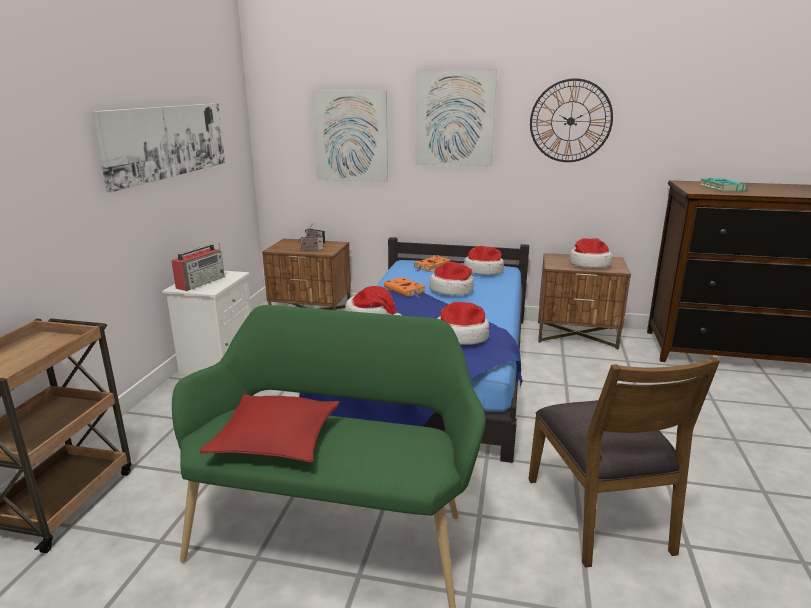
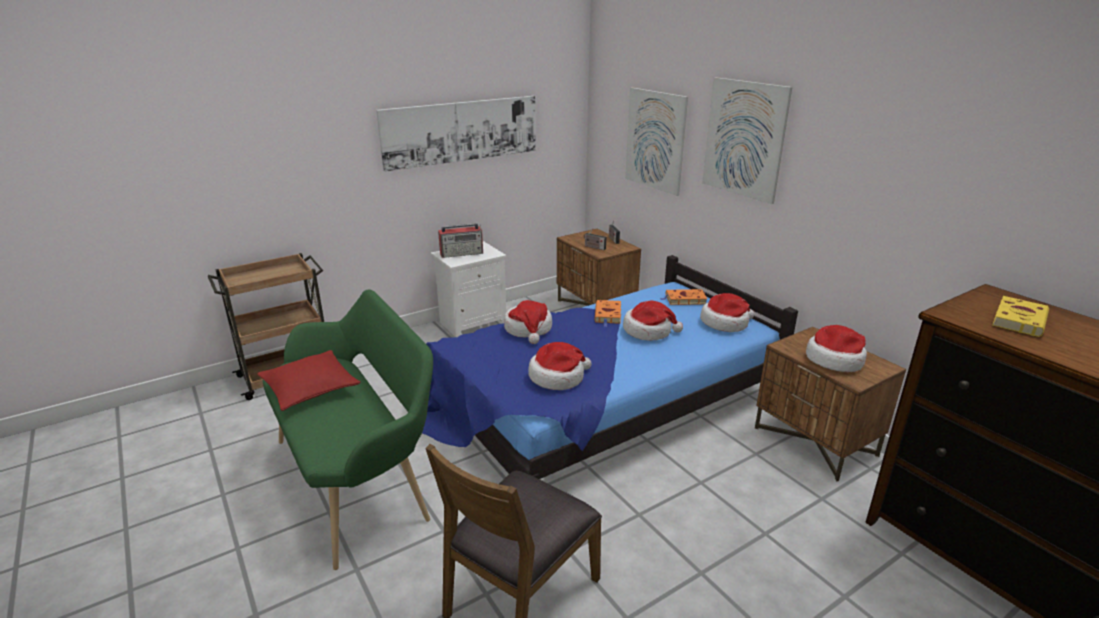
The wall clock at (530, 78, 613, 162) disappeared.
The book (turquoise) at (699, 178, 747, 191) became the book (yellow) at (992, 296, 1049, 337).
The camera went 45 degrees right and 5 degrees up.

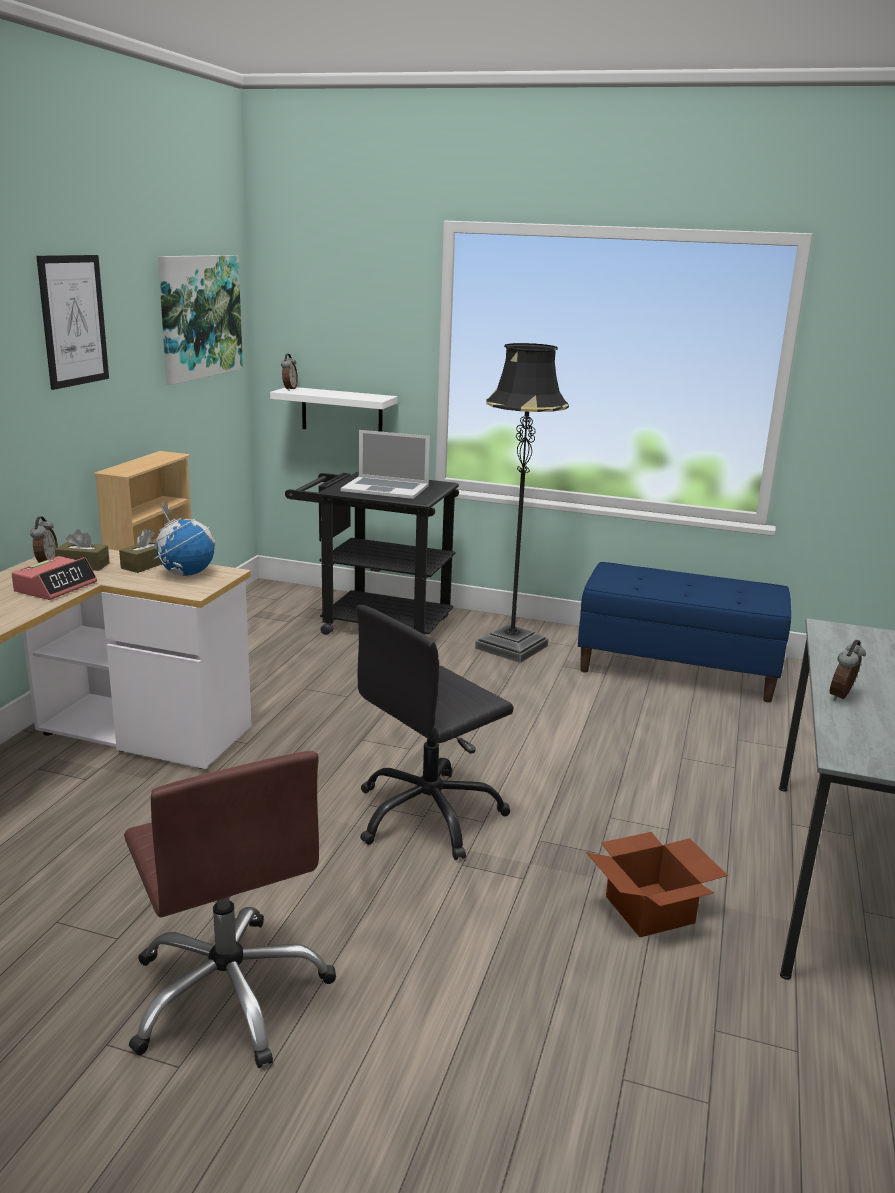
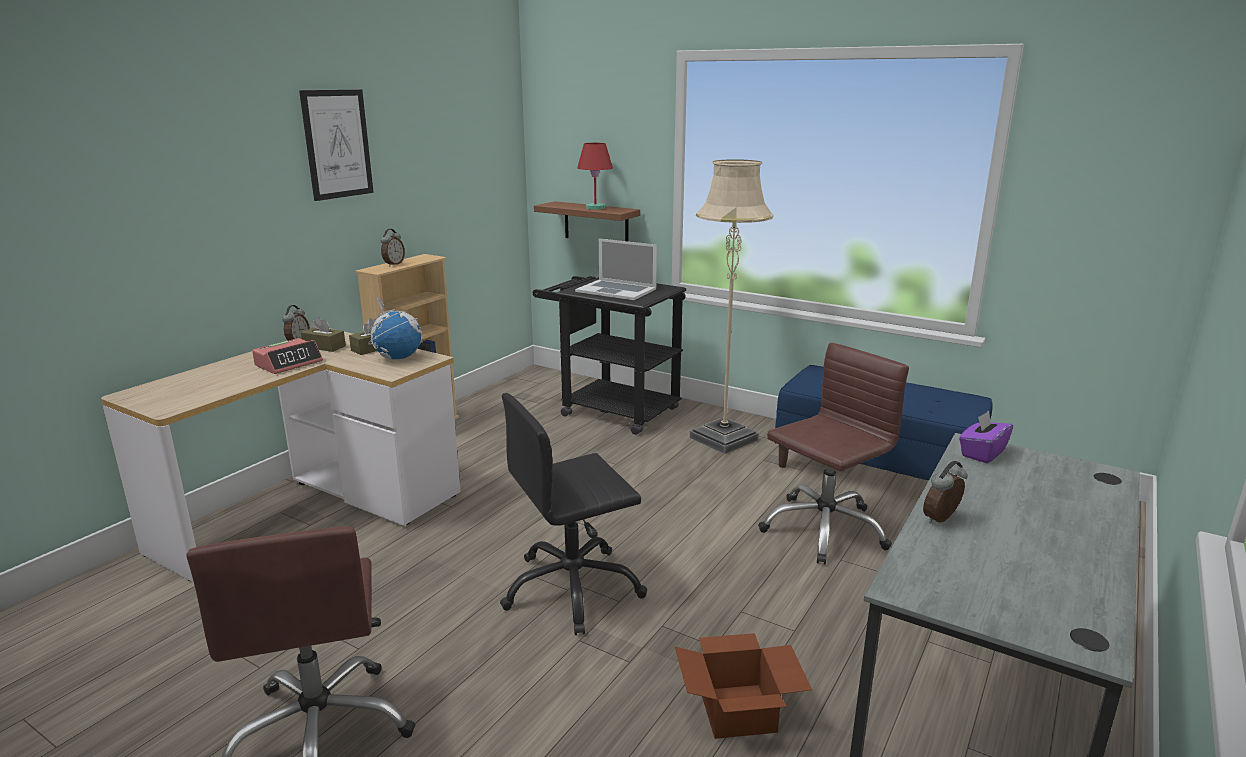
The picture at (158, 255, 243, 385) disappeared.
The floor lamp (black) at (475, 343, 569, 663) became the floor lamp (beige) at (690, 159, 774, 454).
The alarm clock moved from (281, 354, 298, 391) to (381, 229, 405, 266).
The shelf (white) at (270, 387, 397, 432) became the shelf (brown) at (534, 201, 640, 241).
The table lamp (red) at (577, 143, 613, 210) appeared.
The office chair (brown) at (758, 342, 909, 565) appeared.
The tissue box (purple) at (959, 411, 1013, 463) appeared.
The camera went 15 degrees right and 0 degrees up.

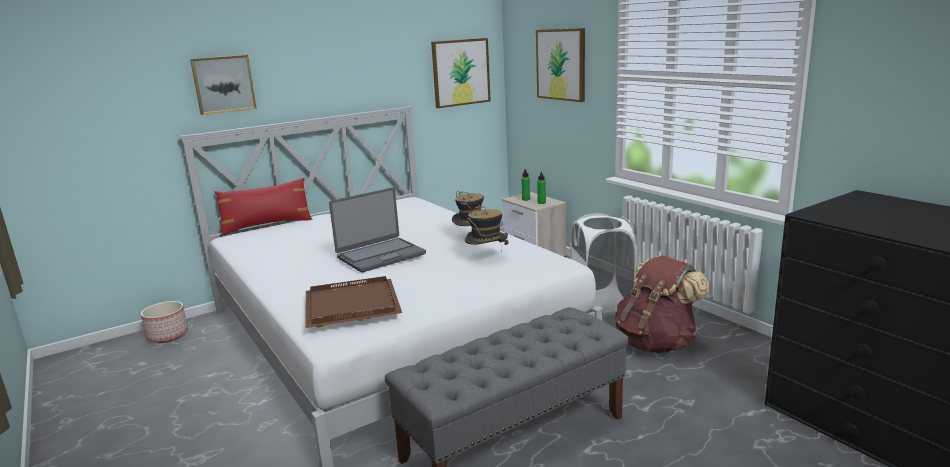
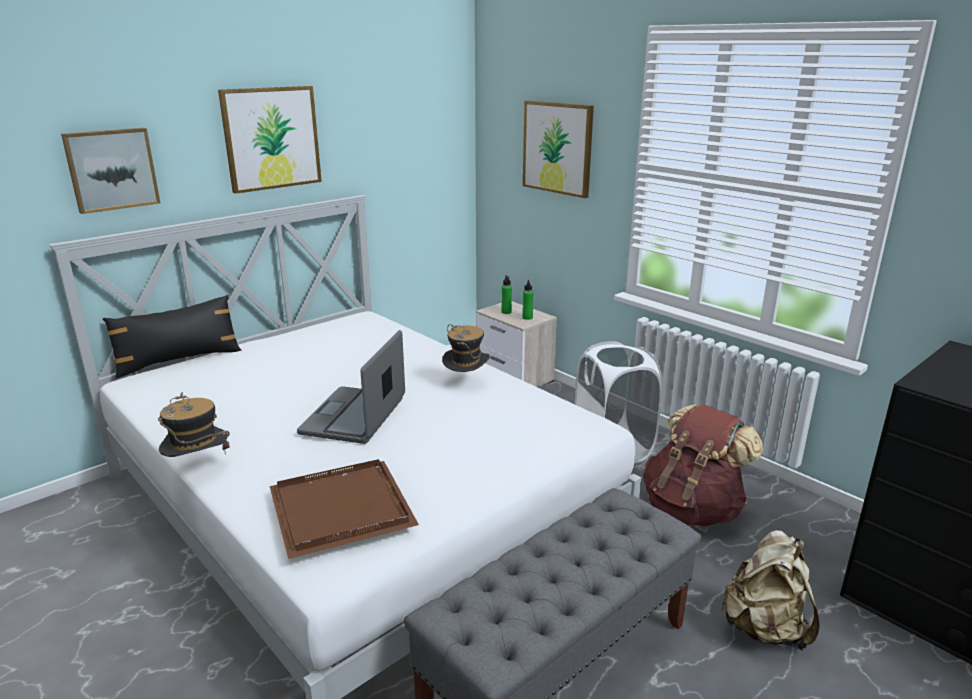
The picture moved from (431, 38, 491, 108) to (218, 86, 322, 194).
The pillow (red) at (214, 178, 313, 235) became the pillow (black) at (103, 295, 242, 379).
The laptop at (329, 187, 426, 272) turned 150 degrees clockwise.
The hat moved from (465, 205, 509, 253) to (158, 392, 230, 457).
The planter at (141, 301, 188, 343) disappeared.
The backpack (beige) at (721, 530, 820, 651) appeared.
The camera went 10 degrees left and 5 degrees up.

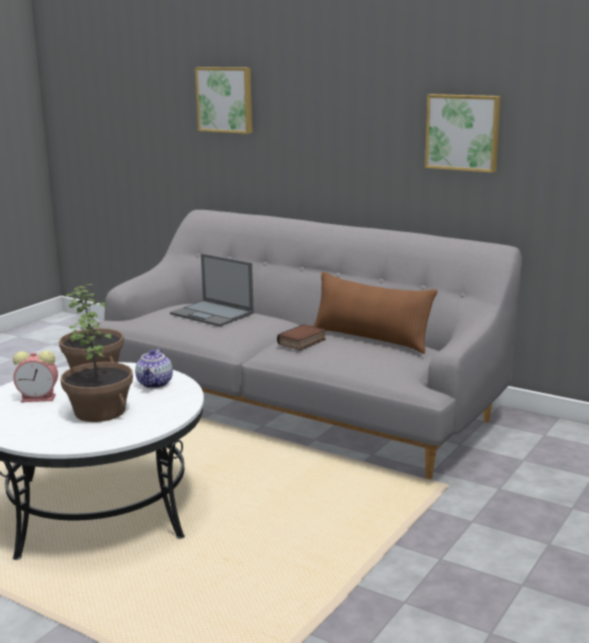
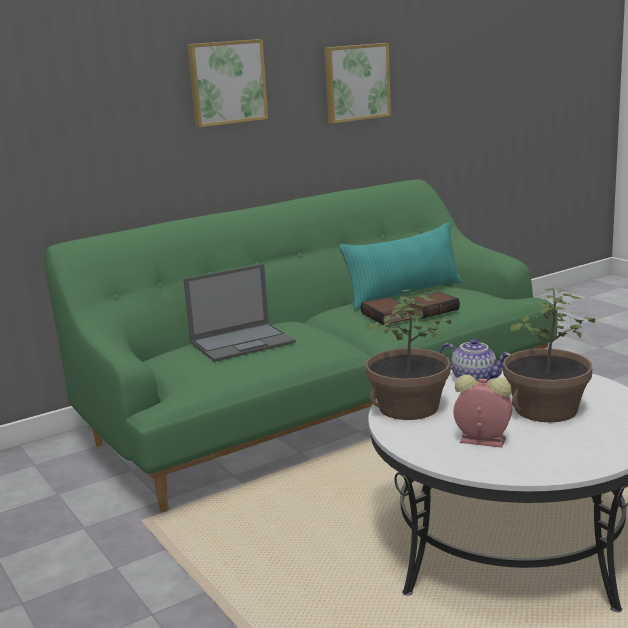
The picture moved from (195, 67, 252, 134) to (187, 39, 268, 127).
The sofa (grey) at (90, 210, 522, 479) became the sofa (green) at (45, 179, 558, 512).
The pillow (brown) at (313, 272, 437, 354) became the pillow (turquoise) at (339, 222, 463, 310).
The alarm clock at (13, 351, 58, 402) turned 90 degrees counterclockwise.
The book at (404, 292, 460, 319) appeared.
The camera went 65 degrees left and 0 degrees up.

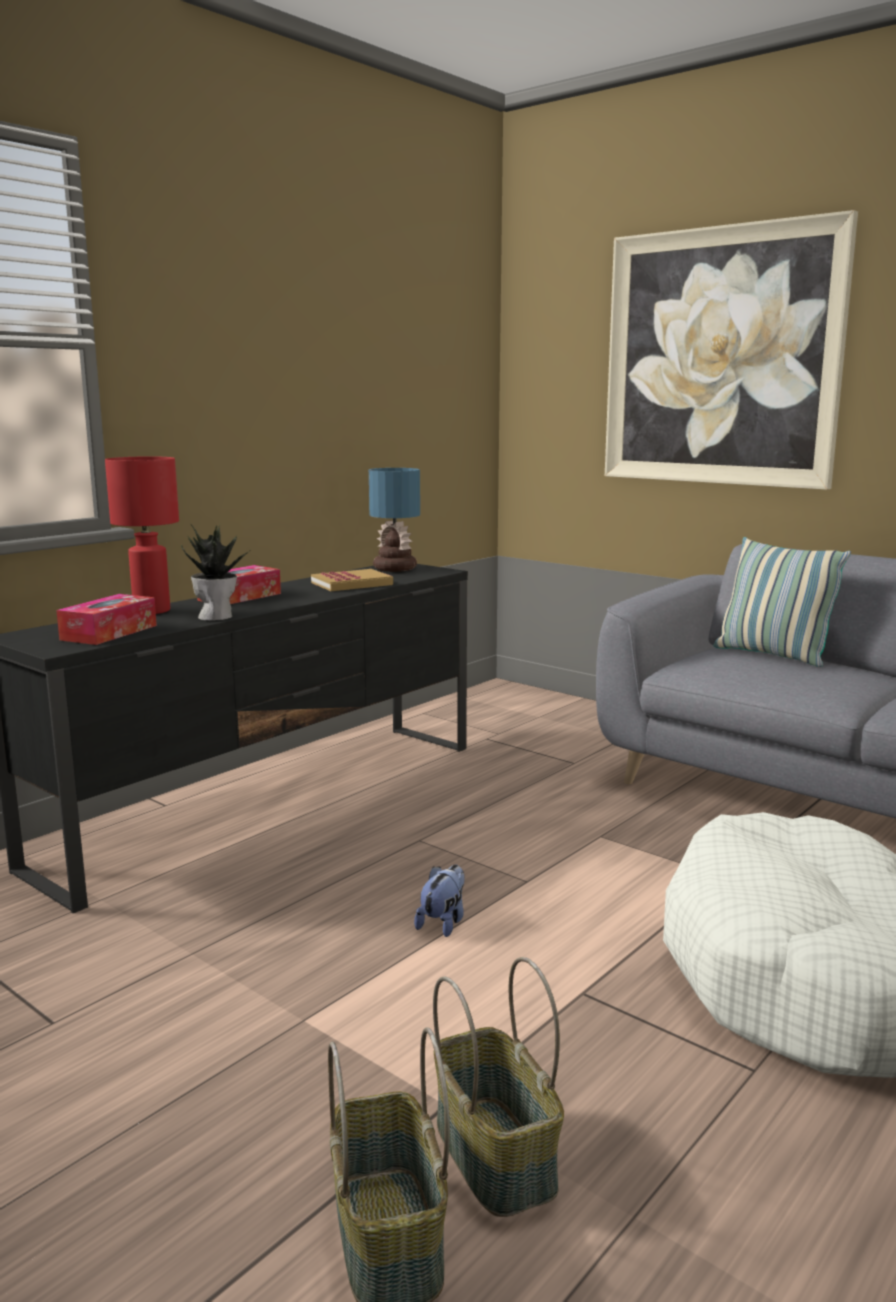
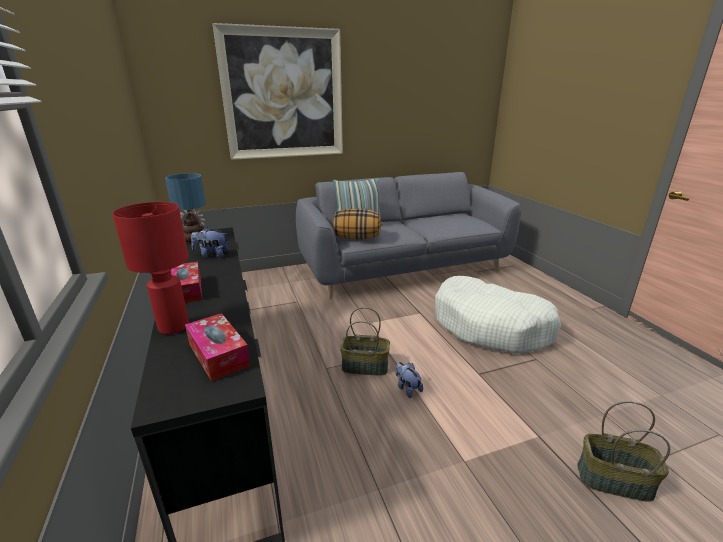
The potted plant at (181, 524, 251, 621) disappeared.
The book at (311, 569, 393, 591) was replaced by the plush toy at (191, 227, 228, 258).
The basket moved from (433, 957, 564, 1217) to (340, 307, 390, 375).
The pillow at (332, 209, 381, 239) appeared.
The camera went 60 degrees left and 10 degrees up.

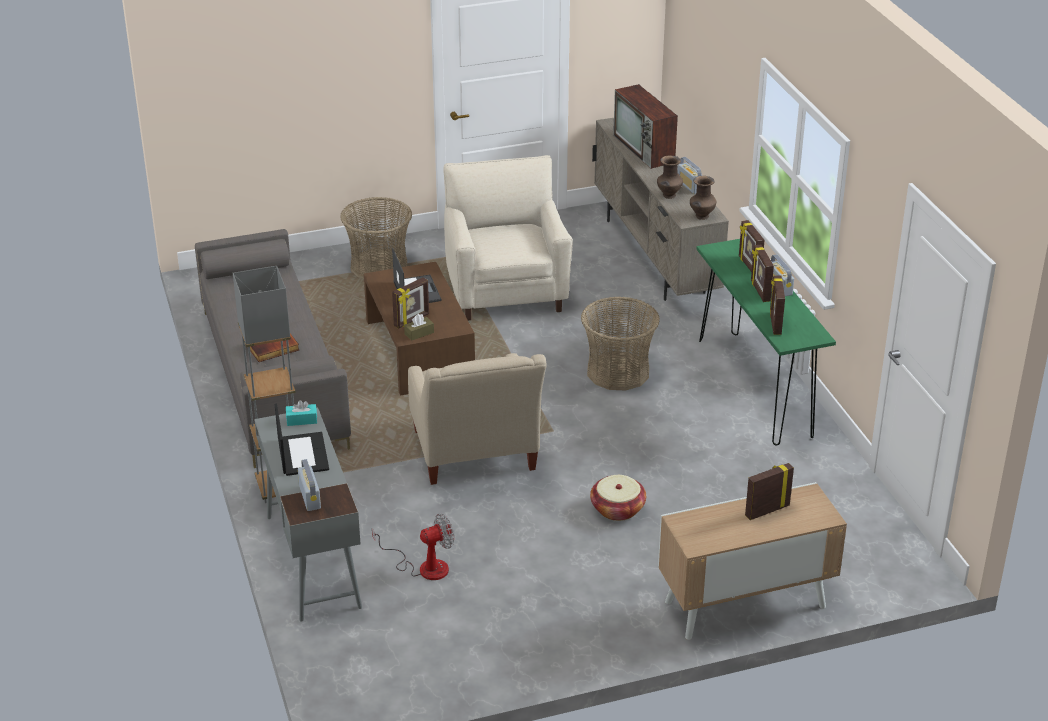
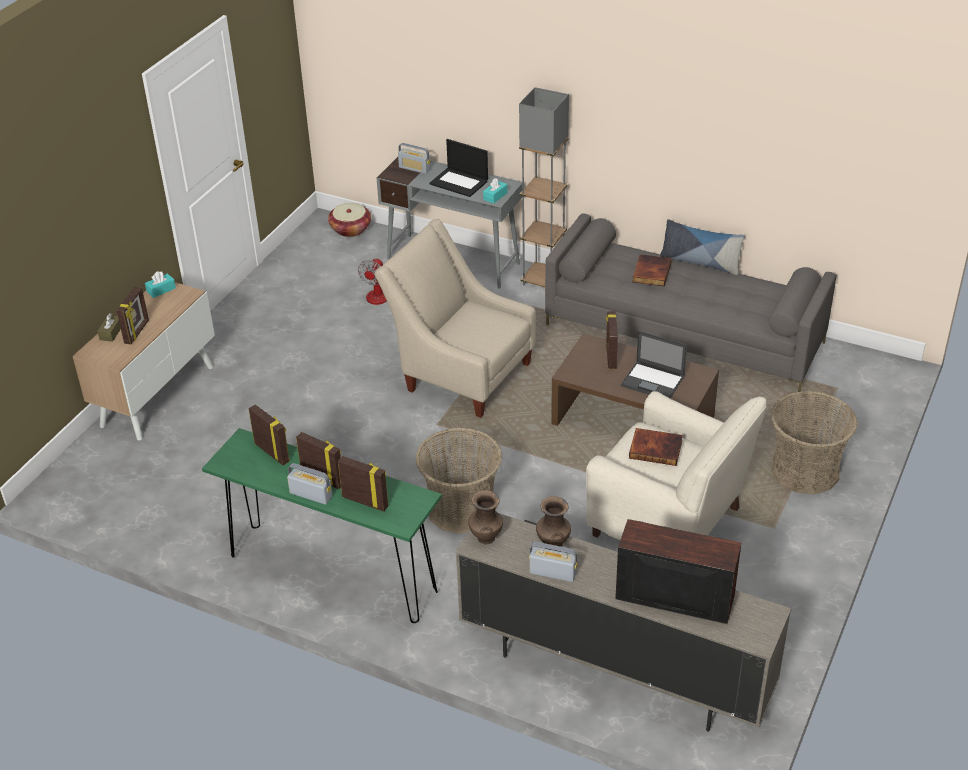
The tissue box (brown) moved from (404, 314, 434, 341) to (97, 313, 121, 342).
The basket moved from (590, 475, 646, 521) to (328, 203, 371, 237).
The pillow at (660, 219, 745, 275) appeared.
The tissue box (turquoise) at (145, 271, 176, 298) appeared.
The book at (629, 428, 683, 466) appeared.
The camera went 135 degrees right and 5 degrees up.

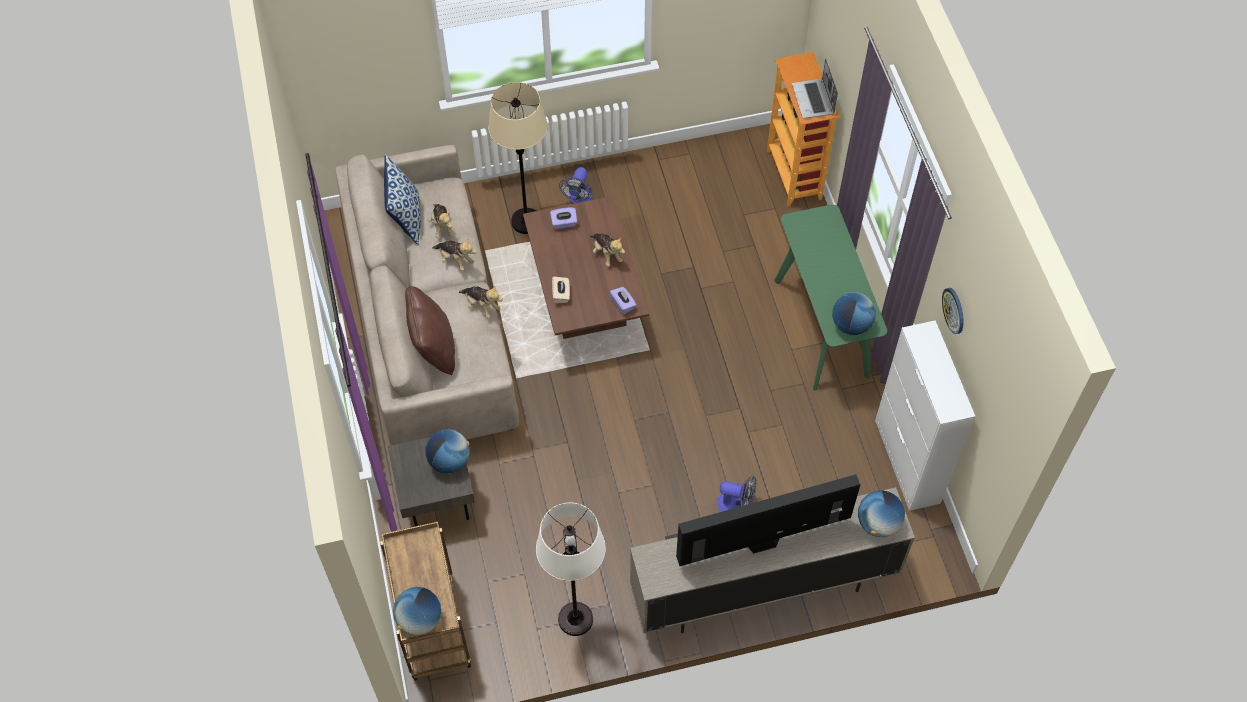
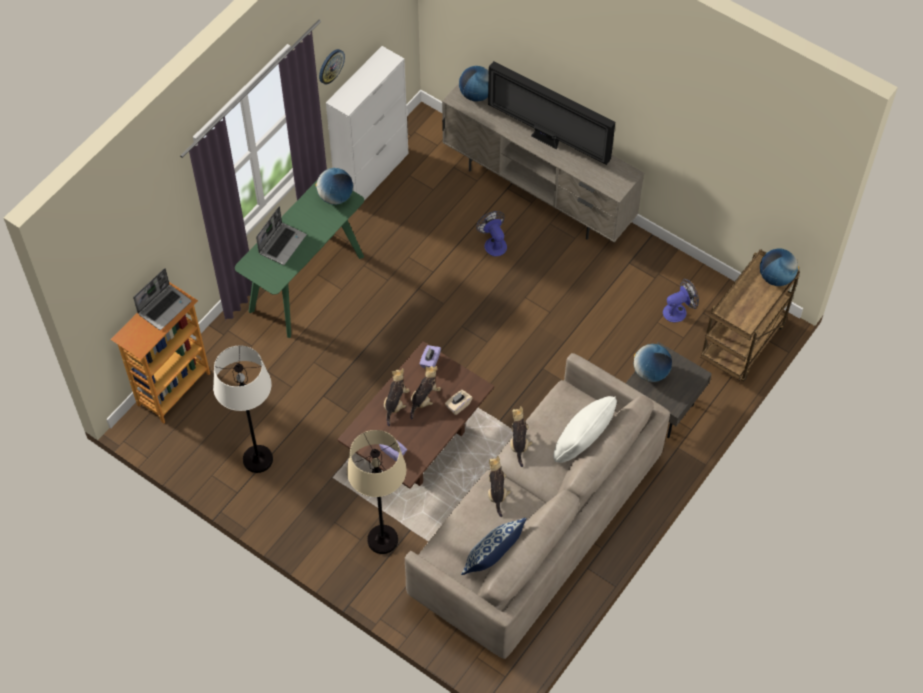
The fan moved from (559, 167, 592, 204) to (663, 279, 699, 322).
The plush toy moved from (428, 204, 453, 238) to (410, 366, 441, 420).
The pillow (brown) at (405, 285, 455, 375) became the pillow (white) at (553, 396, 617, 463).
The floor lamp (white) moved from (536, 502, 606, 636) to (213, 345, 273, 473).
The laptop at (256, 206, 307, 265) appeared.
The camera went 130 degrees left and 0 degrees up.

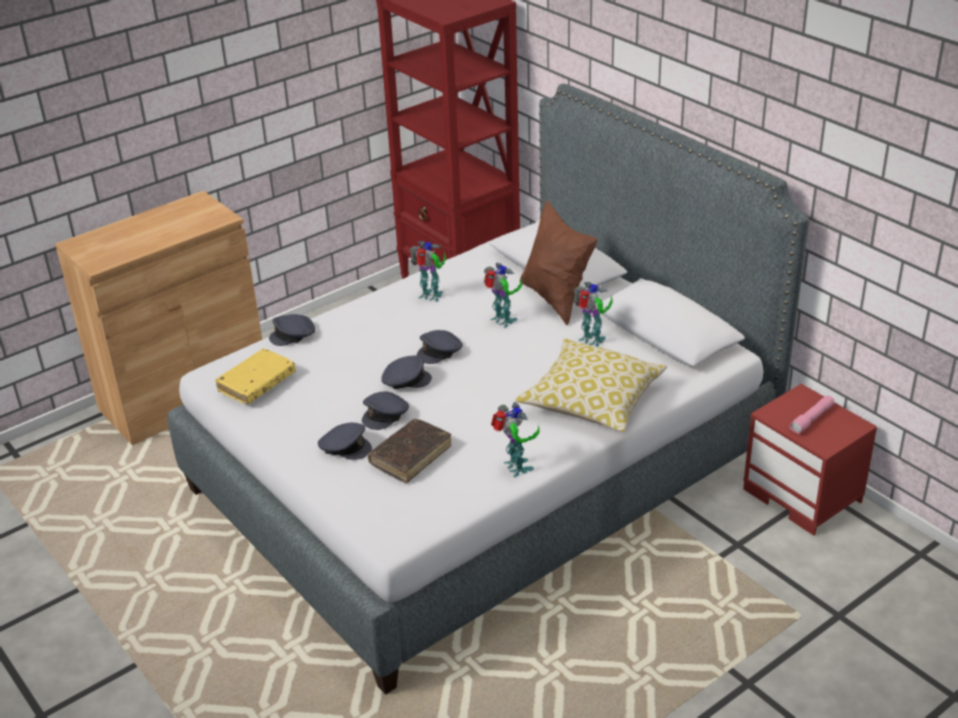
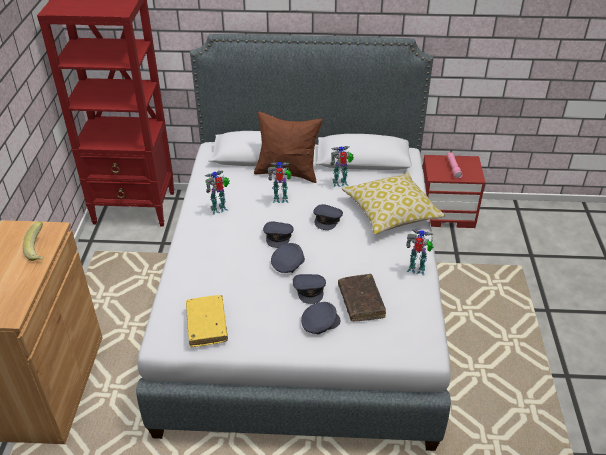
The cap (grey) moved from (269, 314, 315, 346) to (313, 204, 343, 230).
The banana at (23, 222, 43, 261) appeared.
The camera went 50 degrees left and 5 degrees up.

